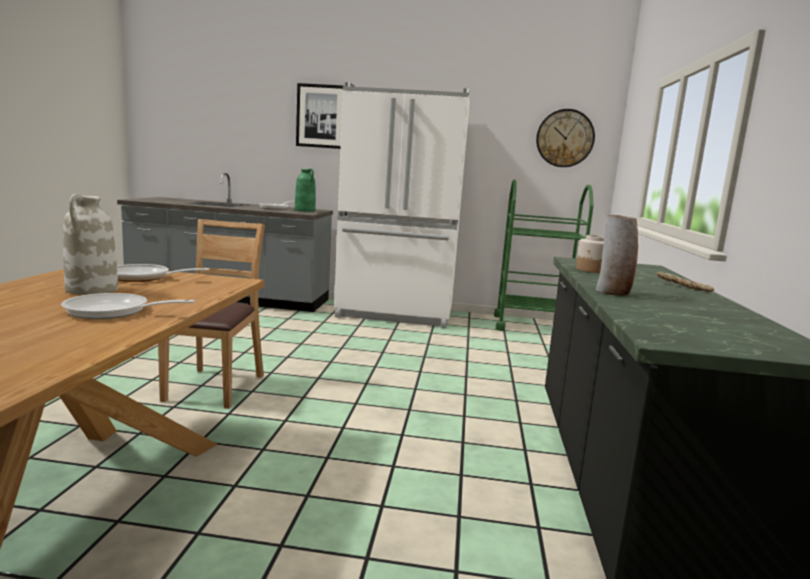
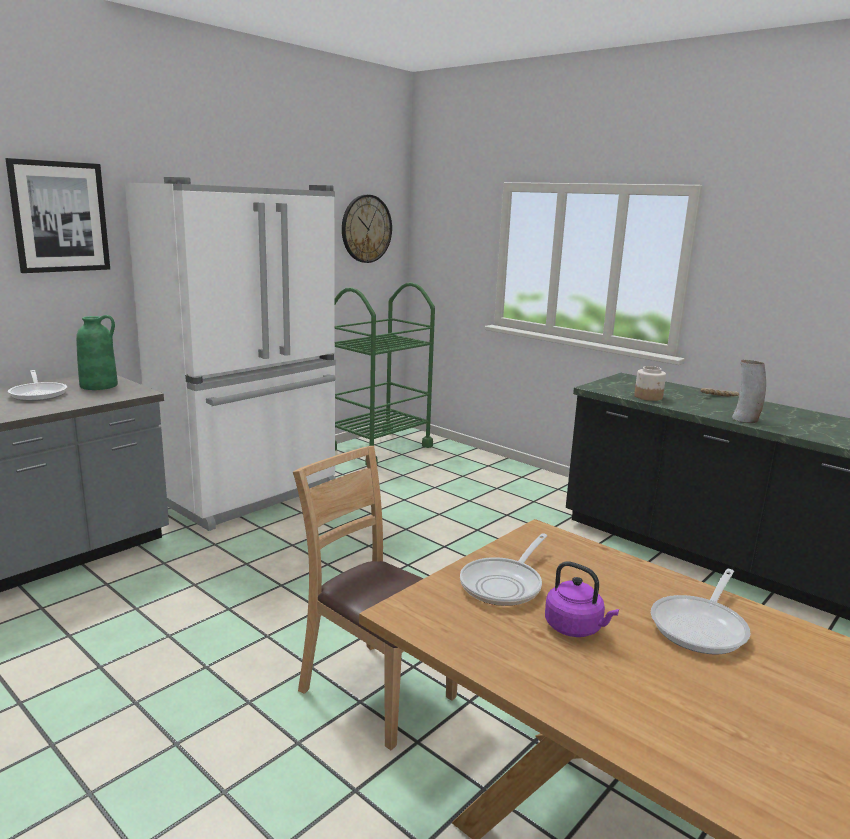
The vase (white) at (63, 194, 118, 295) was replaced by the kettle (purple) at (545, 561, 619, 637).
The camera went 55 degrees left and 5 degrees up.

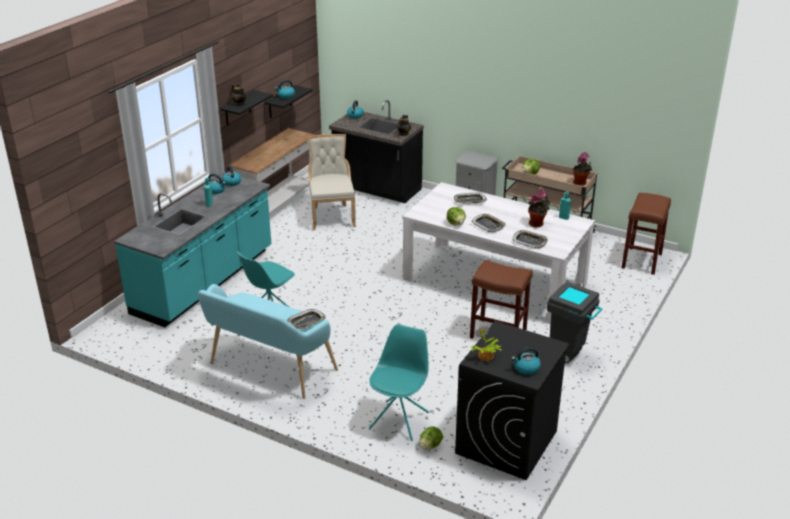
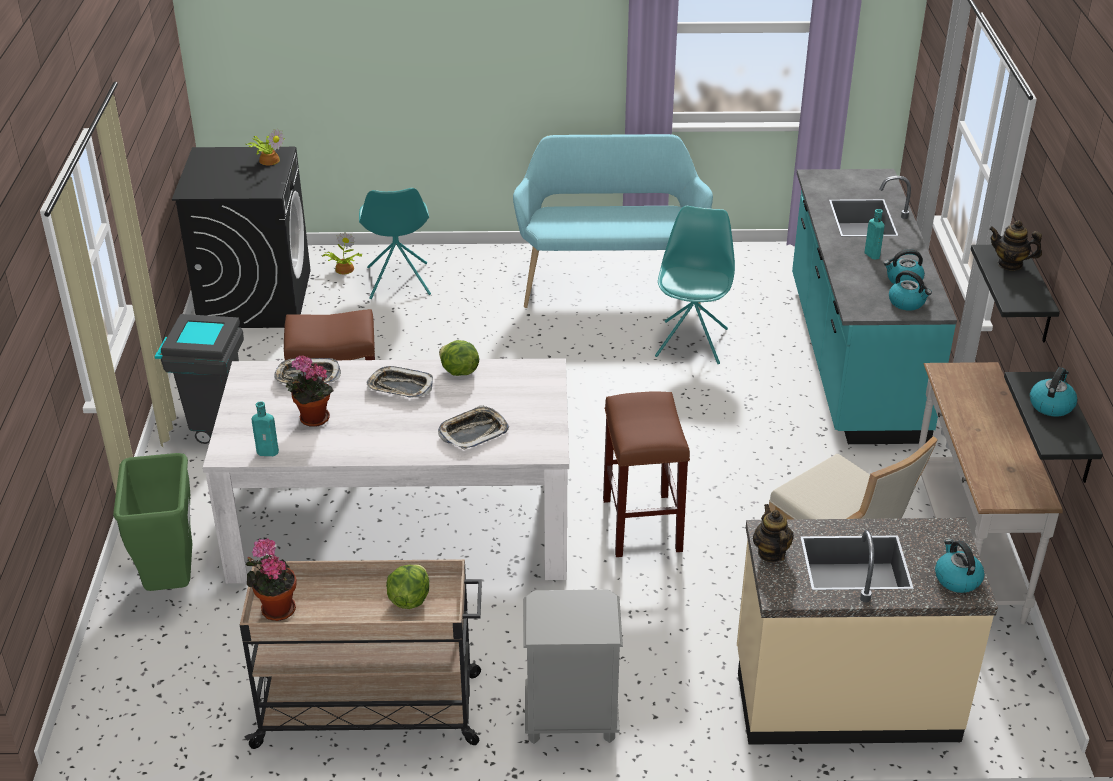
The counter (black) at (329, 100, 424, 203) became the counter (beige) at (737, 518, 998, 745).
The stool (brown) moved from (621, 193, 671, 275) to (603, 391, 690, 557).
The tray at (287, 309, 326, 329) disappeared.
The kettle at (511, 347, 541, 375) disappeared.
The lettuce at (419, 426, 443, 450) was replaced by the potted plant at (322, 232, 362, 274).
The trash can (green) at (113, 453, 192, 591) appeared.
The camera went 150 degrees right and 5 degrees up.

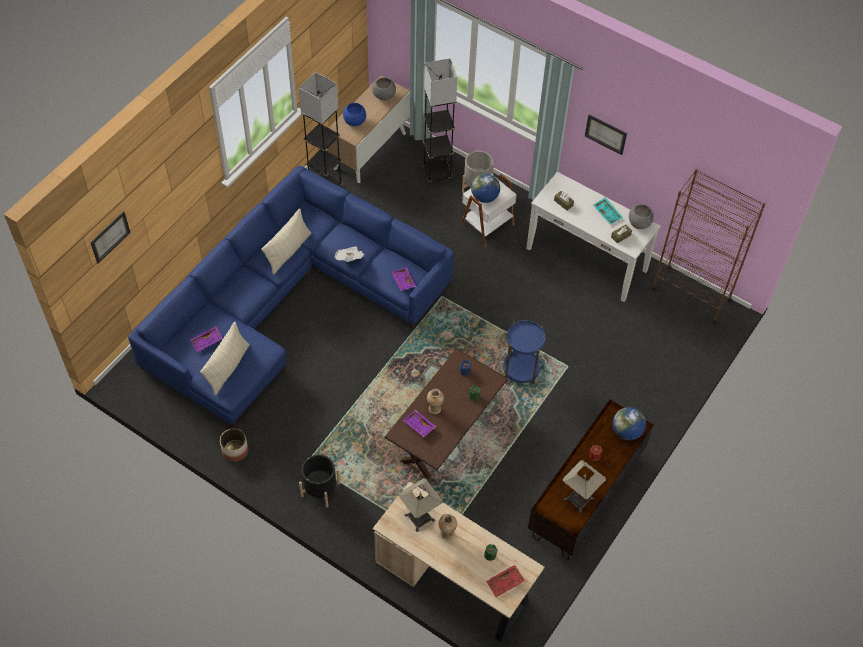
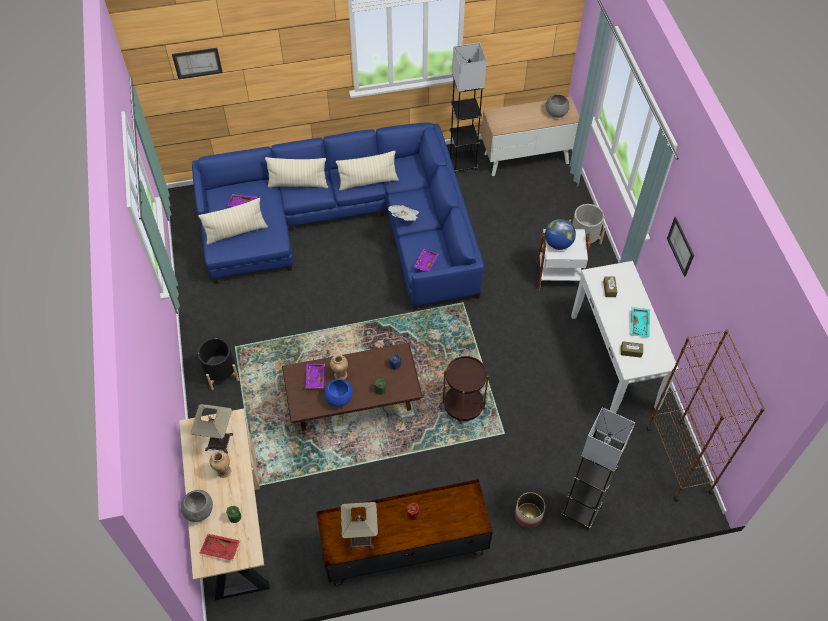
The floor lamp (grey) moved from (422, 58, 458, 184) to (561, 407, 635, 529).
The bowl (blue) moved from (343, 103, 366, 126) to (324, 379, 353, 407).
The bowl (grey) moved from (629, 204, 654, 229) to (181, 490, 213, 522).
The side table (blue) at (503, 320, 545, 384) became the side table (brown) at (443, 354, 489, 424).
The globe at (613, 407, 646, 440) disappeared.
The planter moved from (220, 428, 248, 462) to (515, 492, 545, 528).
The pillow (beige) at (265, 157, 328, 188) appeared.
The camera went 45 degrees right and 0 degrees up.

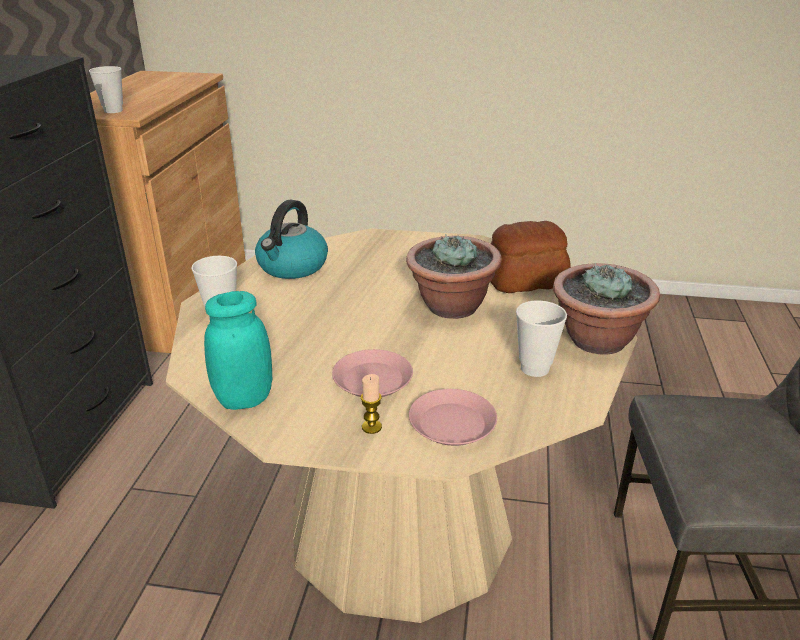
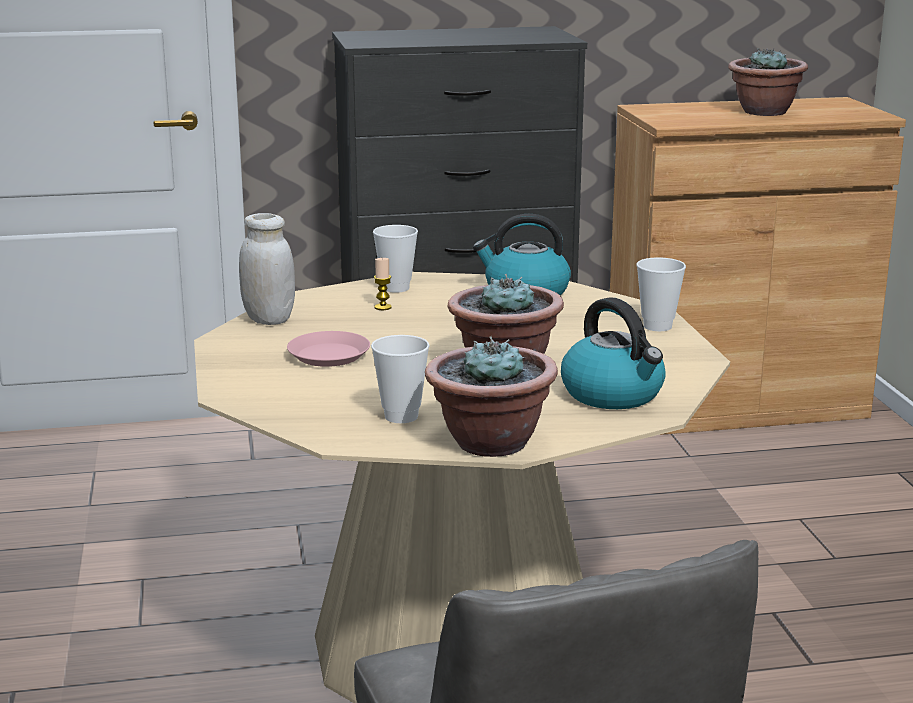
The cup moved from (89, 66, 123, 113) to (637, 257, 686, 331).
The bread at (490, 221, 571, 293) was replaced by the kettle at (561, 298, 666, 409).
The jar (turquoise) at (204, 291, 272, 410) became the jar (white) at (239, 213, 295, 325).
The candle moved from (361, 374, 382, 434) to (374, 258, 392, 310).
The plate (pink) at (409, 389, 497, 446) disappeared.
The potted plant at (728, 48, 808, 116) appeared.
The camera went 70 degrees right and 10 degrees down.

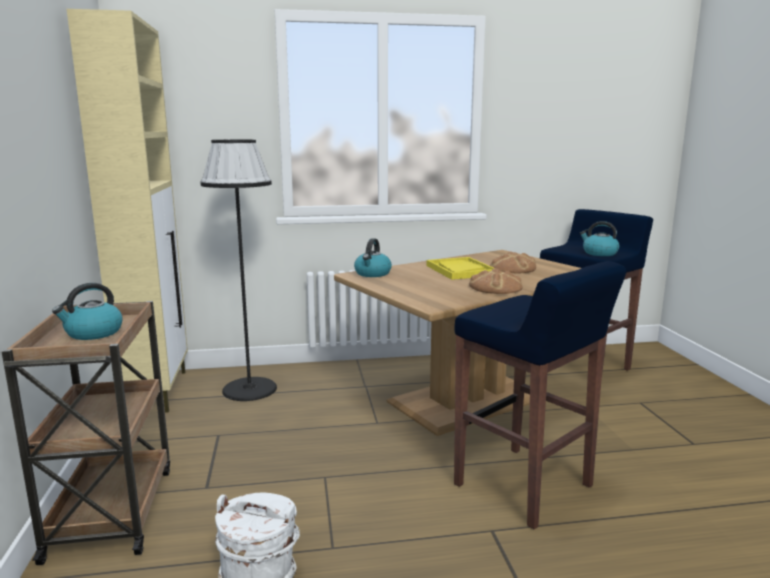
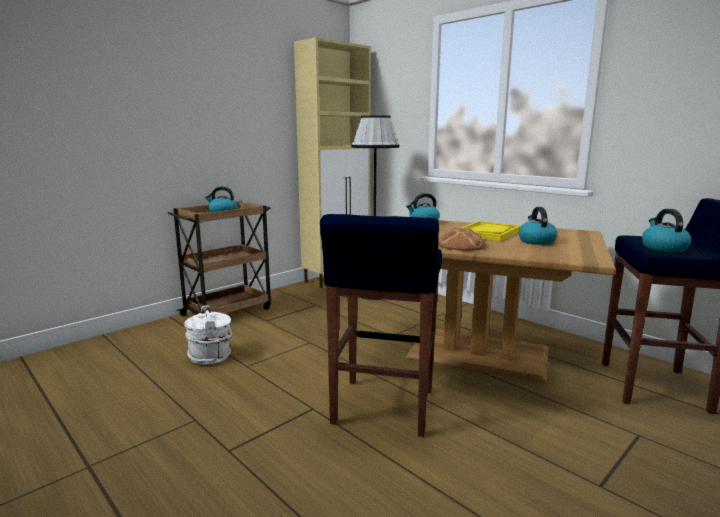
The bread at (490, 252, 536, 274) was replaced by the kettle at (519, 207, 557, 245).
The camera went 55 degrees right and 0 degrees up.

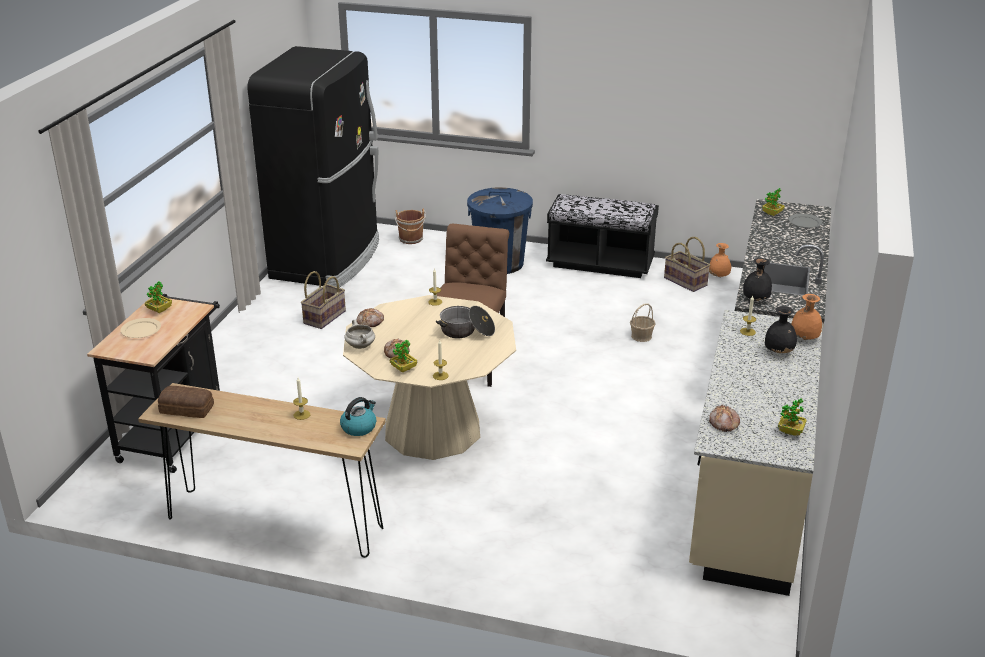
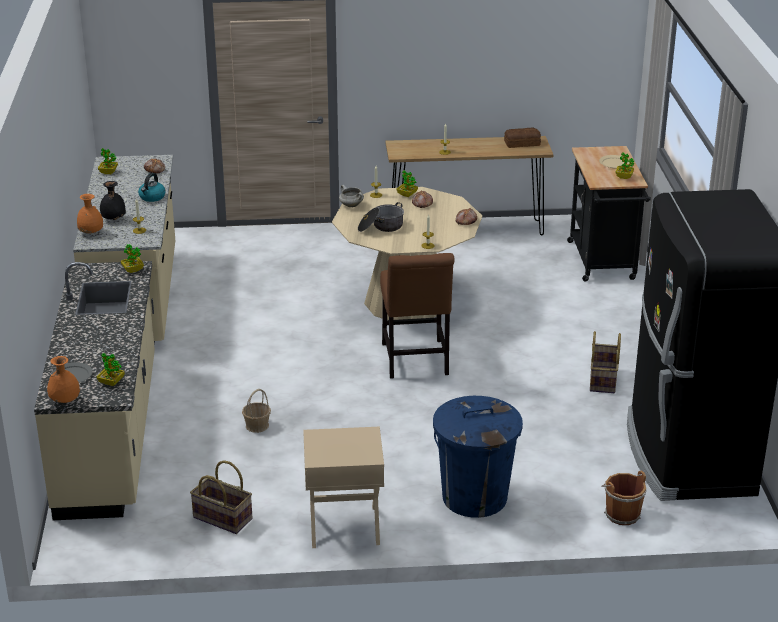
The bench (black) at (546, 194, 659, 278) was replaced by the nightstand (beige) at (303, 427, 384, 548).
The vase (orange) moved from (709, 243, 731, 277) to (47, 356, 80, 403).
The vase (black) at (743, 258, 772, 301) was replaced by the potted plant at (121, 244, 144, 273).
The cooking pot (white) moved from (345, 320, 375, 349) to (339, 185, 364, 207).
The kettle moved from (340, 397, 376, 436) to (138, 173, 166, 202).
The camera went 160 degrees right and 0 degrees up.

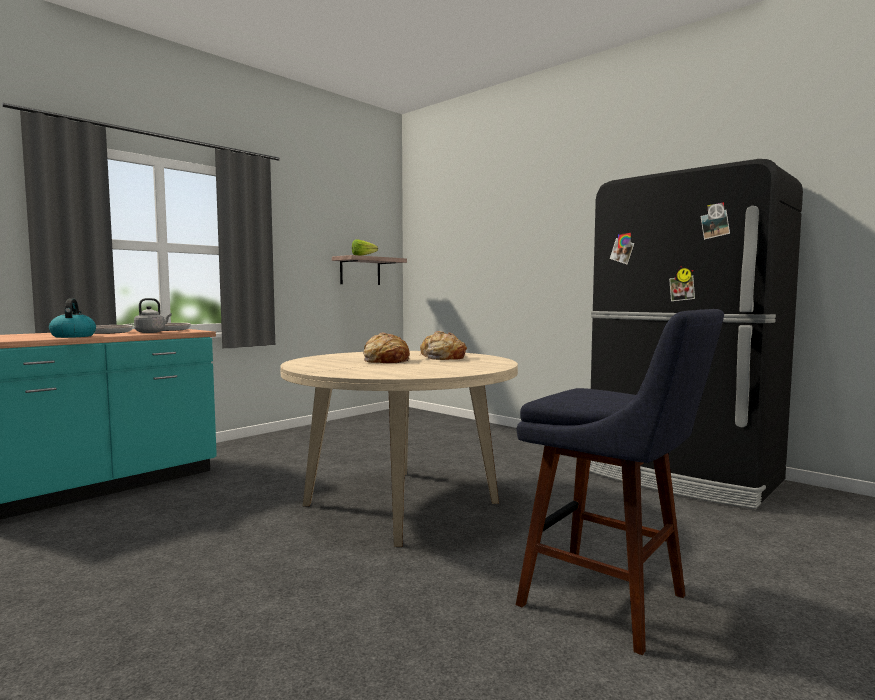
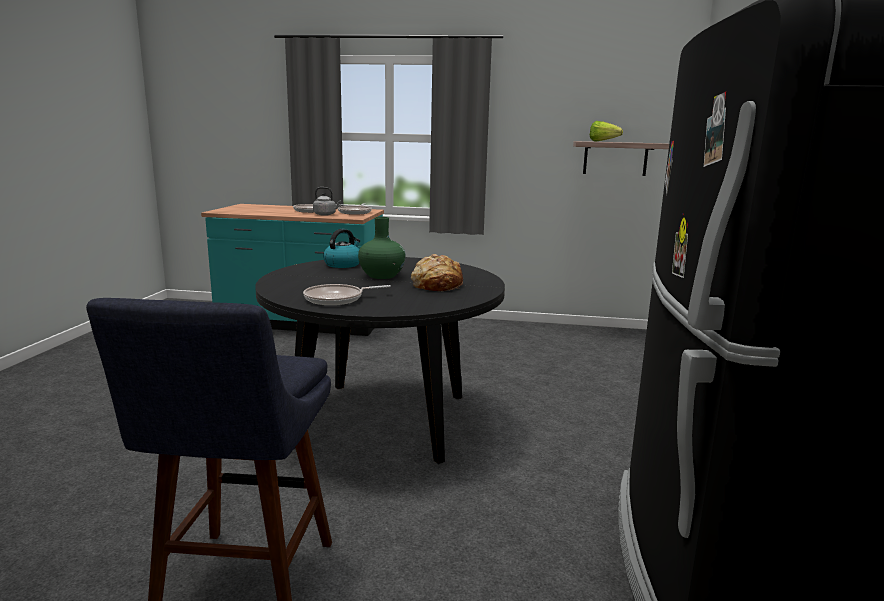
The kettle moved from (49, 298, 96, 338) to (323, 229, 360, 268).
The bread at (363, 333, 410, 363) was replaced by the vase (green) at (358, 217, 406, 279).
The dining table (beige) at (280, 351, 518, 547) became the dining table (black) at (255, 257, 505, 464).
The frying pan at (303, 284, 391, 305) appeared.
The camera went 55 degrees right and 10 degrees up.

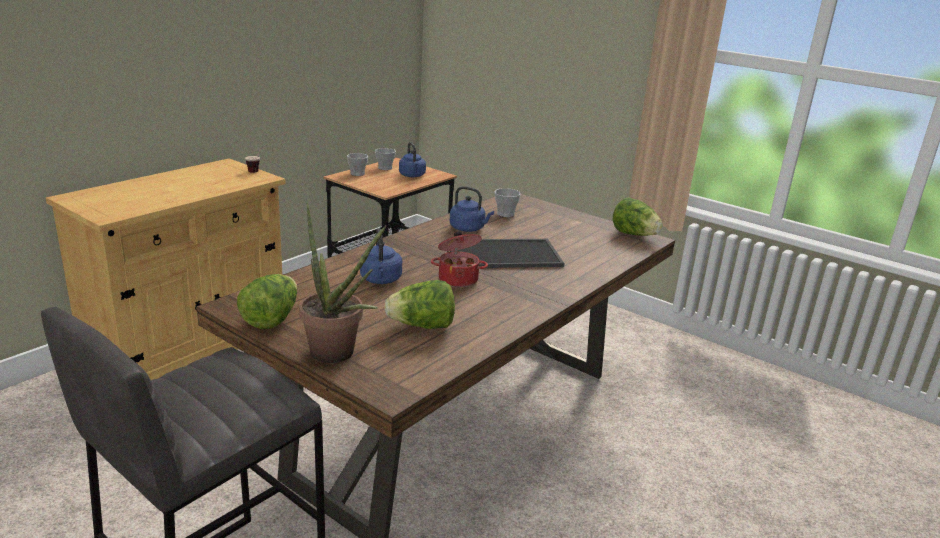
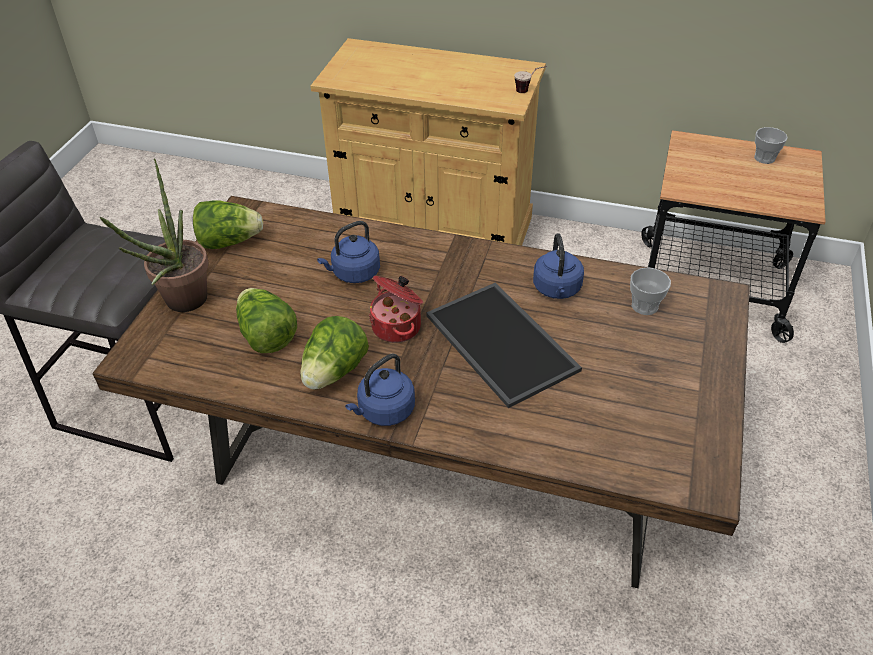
The kettle (blue) moved from (399, 142, 426, 177) to (345, 354, 415, 426).
The cup at (347, 153, 368, 176) disappeared.
The lettuce moved from (613, 197, 663, 236) to (300, 316, 369, 389).
The camera went 70 degrees right and 20 degrees up.

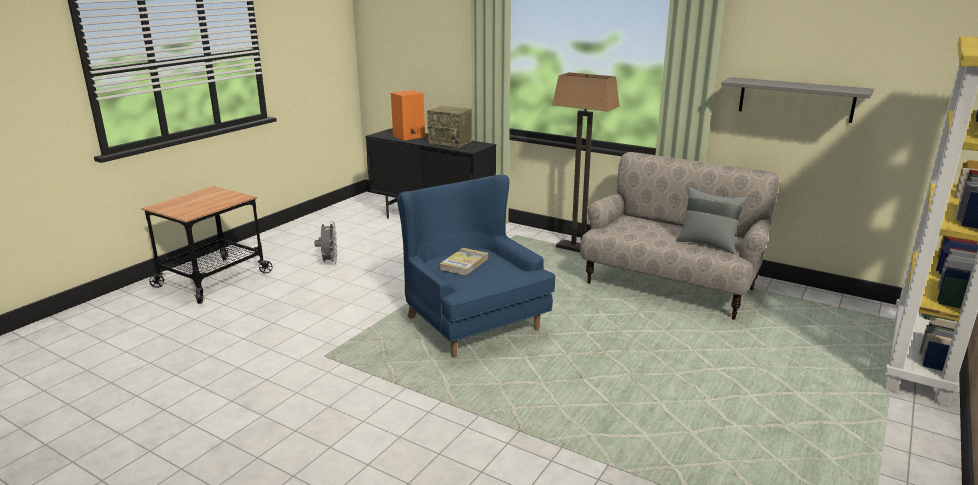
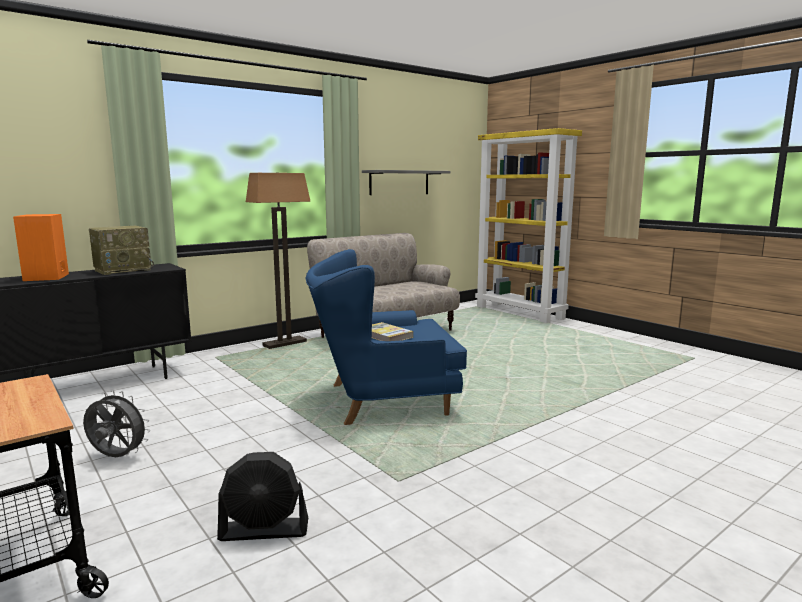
The pillow (grey) at (677, 187, 748, 254) disappeared.
The fan (black) at (217, 452, 308, 541) appeared.
The camera went 70 degrees left and 10 degrees down.

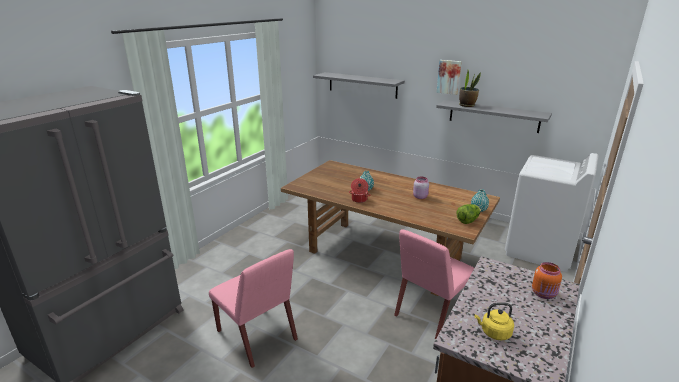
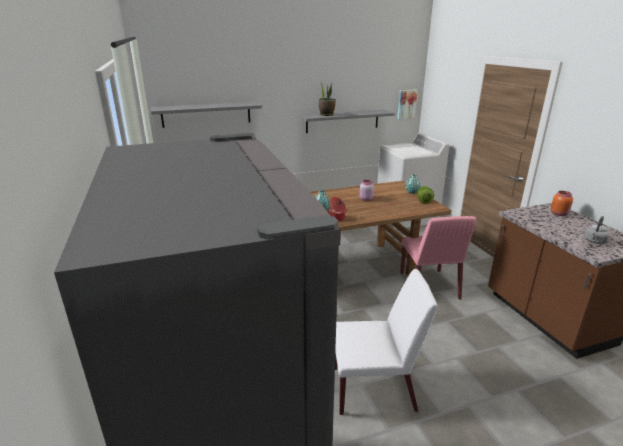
The picture moved from (436, 60, 462, 95) to (397, 89, 418, 119).
The chair (pink) at (209, 249, 298, 368) became the chair (white) at (335, 269, 437, 415).
The kettle (yellow) at (474, 302, 514, 340) became the kettle (grey) at (585, 216, 611, 244).
The camera went 50 degrees left and 0 degrees up.

